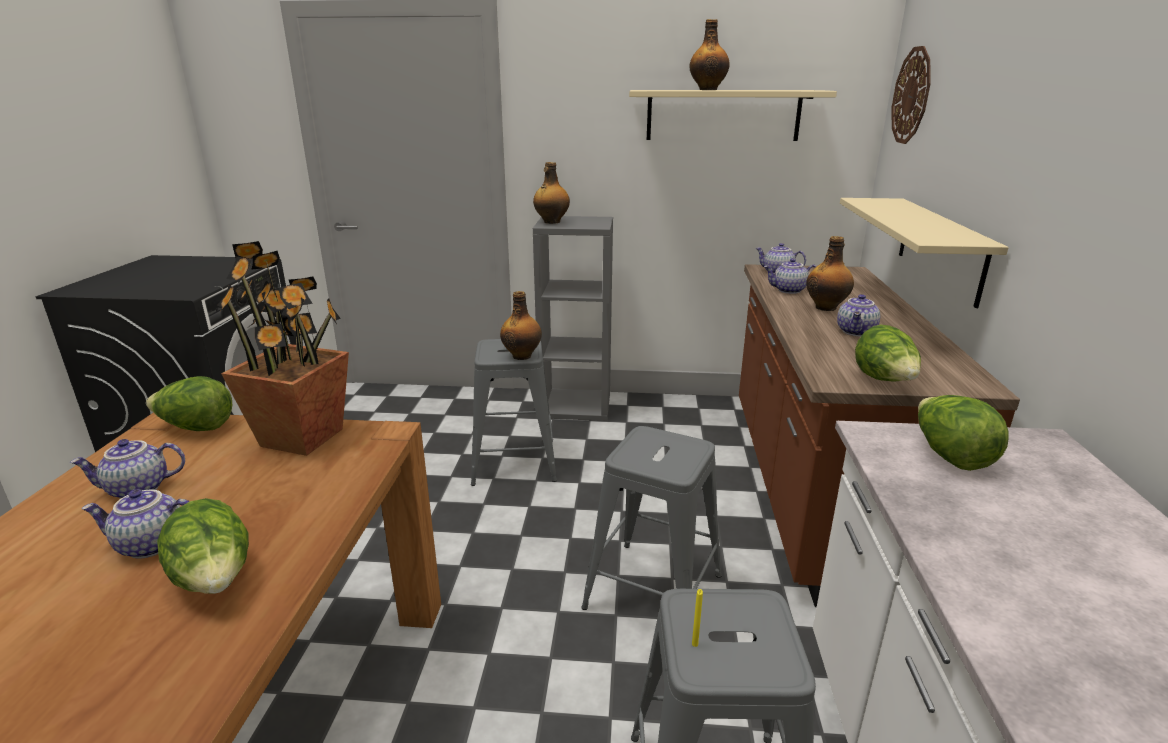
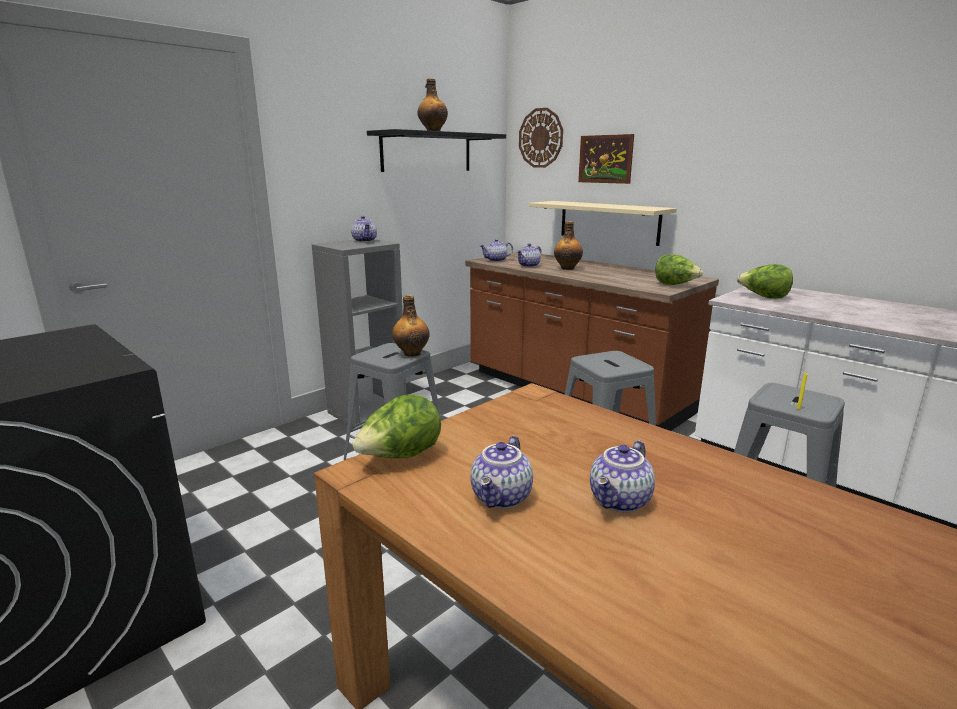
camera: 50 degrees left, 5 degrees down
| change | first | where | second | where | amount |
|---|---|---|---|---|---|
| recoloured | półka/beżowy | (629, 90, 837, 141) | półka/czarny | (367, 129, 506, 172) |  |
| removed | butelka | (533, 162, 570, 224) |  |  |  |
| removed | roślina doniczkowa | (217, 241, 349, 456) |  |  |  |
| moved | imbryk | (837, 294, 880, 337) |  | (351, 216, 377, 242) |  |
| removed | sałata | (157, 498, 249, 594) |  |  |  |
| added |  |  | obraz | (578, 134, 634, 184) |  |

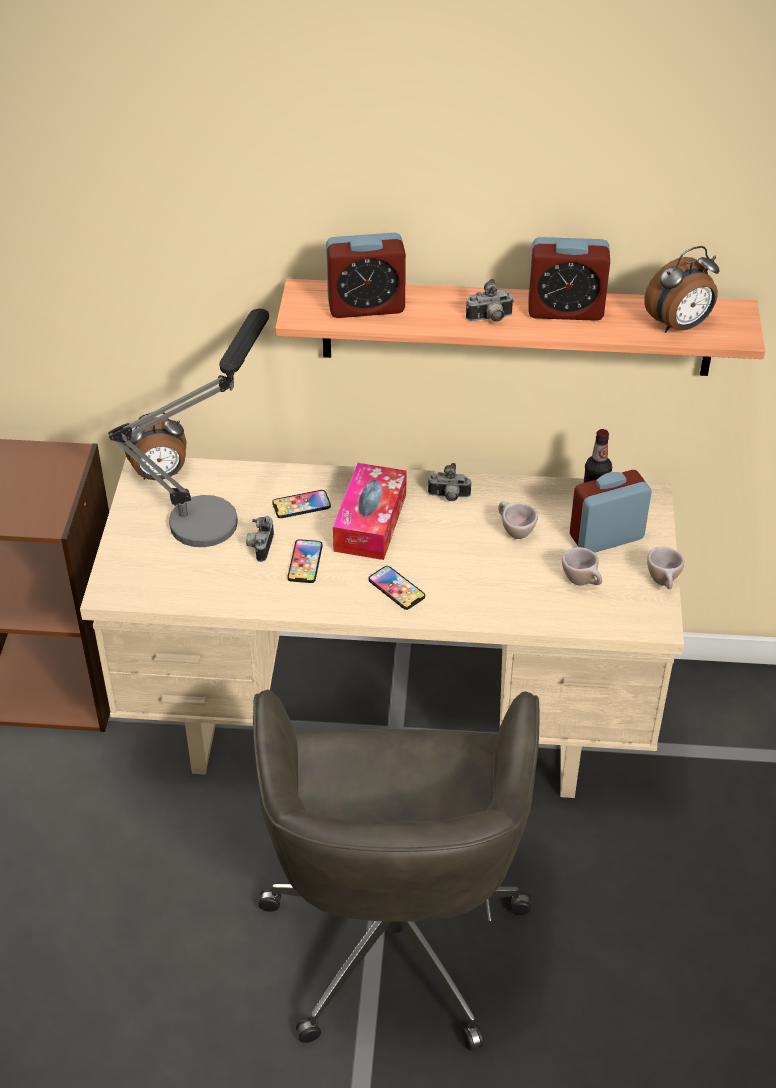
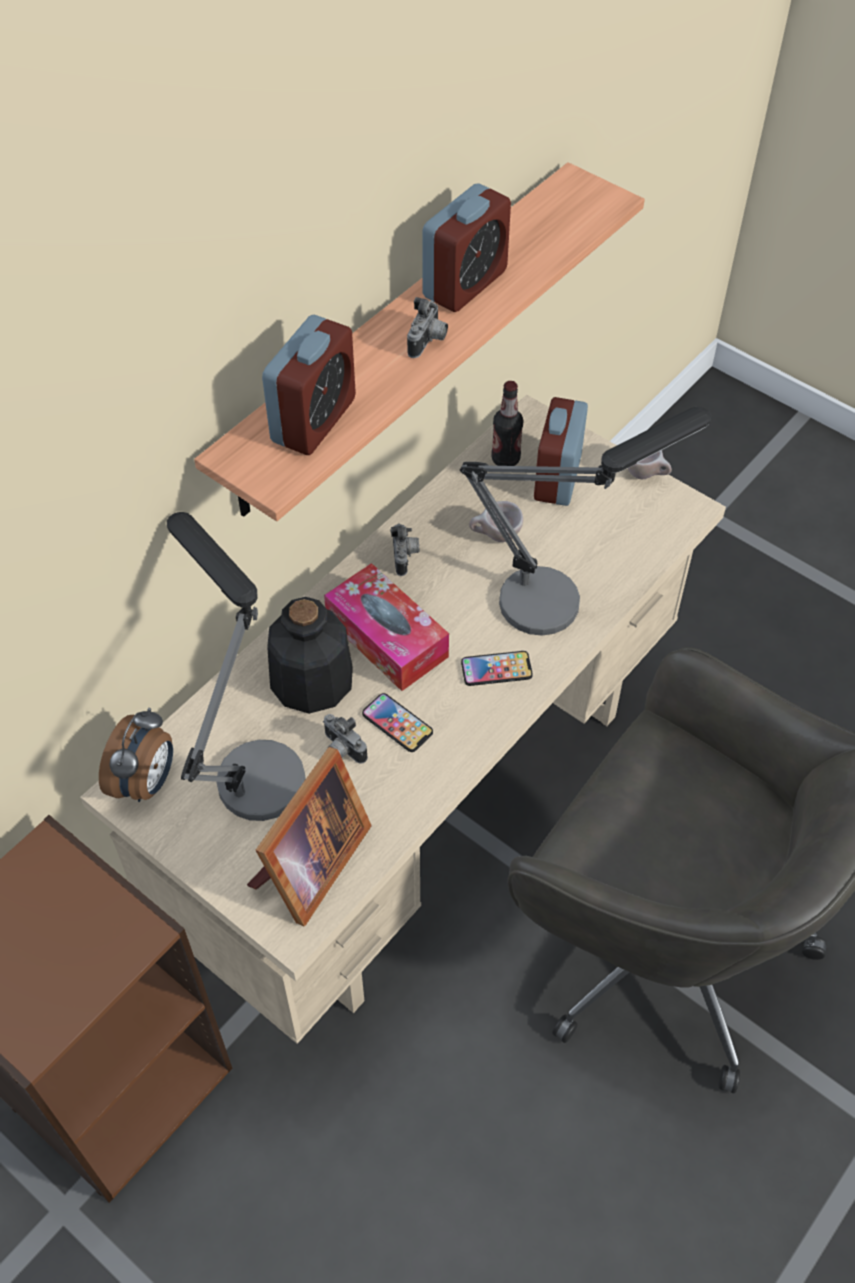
camera: 55 degrees left, 10 degrees up
| change | first | where | second | where | amount |
|---|---|---|---|---|---|
| removed | budzik | (644, 246, 720, 333) |  |  |  |
| turned | aparat fotograficzny | (428, 463, 471, 501) |  | (390, 524, 420, 576) | 45 degrees counterclockwise |
| replaced | telefon | (272, 490, 331, 518) | butelka | (267, 597, 353, 714) |  |
| removed | filiżanka/beżowy | (562, 547, 602, 586) |  |  |  |
| added |  |  | lampa stołowa | (460, 407, 712, 636) |  |
| added |  |  | ramka na zdjęcie | (247, 747, 372, 927) |  |

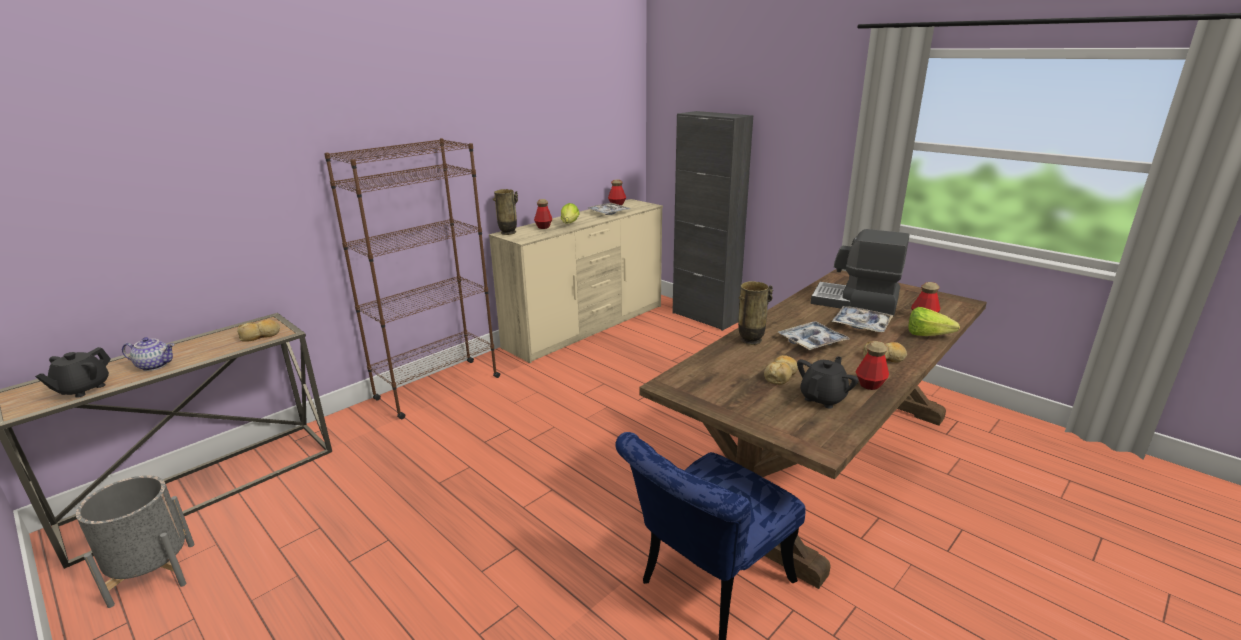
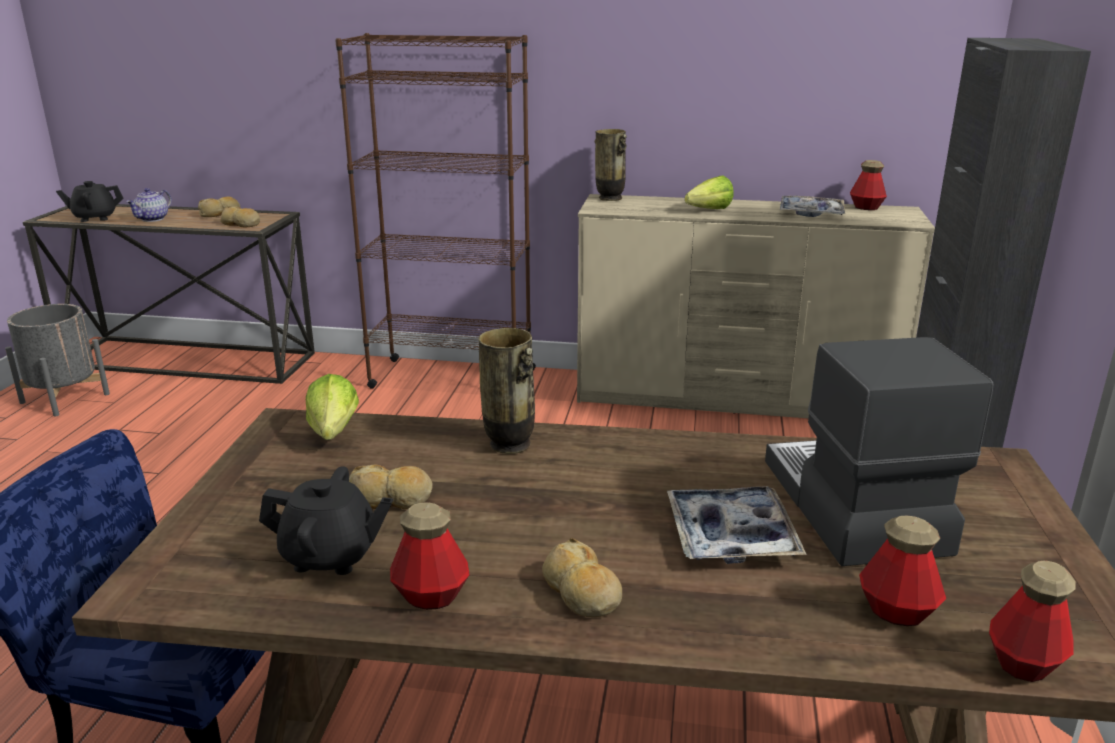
camera: 55 degrees right, 0 degrees up
| change | first | where | second | where | amount |
|---|---|---|---|---|---|
| moved | butelka | (534, 199, 552, 229) |  | (989, 560, 1076, 682) |  |
| moved | sałata | (908, 307, 960, 336) |  | (306, 374, 359, 440) |  |
| removed | taca | (778, 321, 849, 350) |  |  |  |
| turned | imbryk | (122, 337, 175, 371) |  | (126, 188, 172, 222) | 60 degrees clockwise |
| added |  |  | chleb | (198, 196, 240, 217) |  |

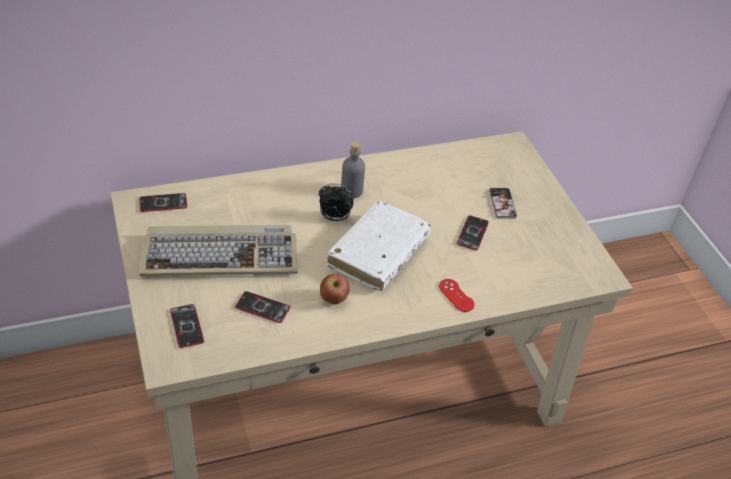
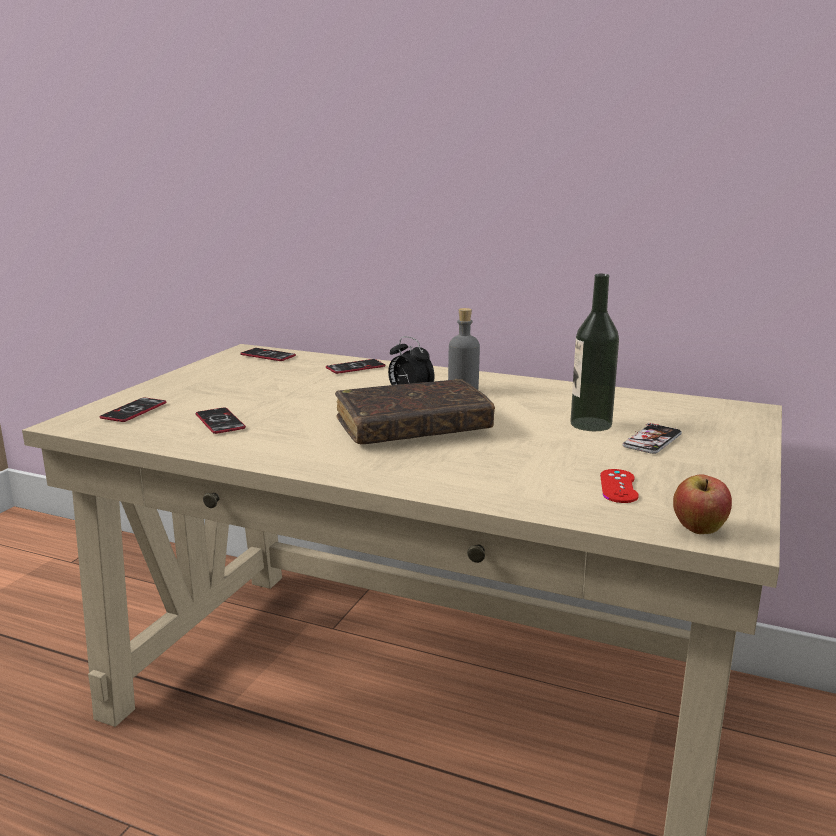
camera: 45 degrees right, 25 degrees down
| change | first | where | second | where | amount |
|---|---|---|---|---|---|
| recoloured | książka/biały | (327, 201, 431, 291) | książka/brązowy | (335, 379, 495, 444) |  |
| moved | telefon | (457, 215, 489, 250) |  | (326, 359, 386, 374) |  |
| removed | klawiatura | (139, 225, 298, 277) |  |  |  |
| moved | jabłko | (320, 274, 350, 304) |  | (673, 474, 732, 534) |  |
| moved | pad do gier/czerwony | (439, 279, 475, 312) |  | (600, 469, 639, 503) |  |
| added |  |  | butelka | (570, 274, 619, 431) |  |

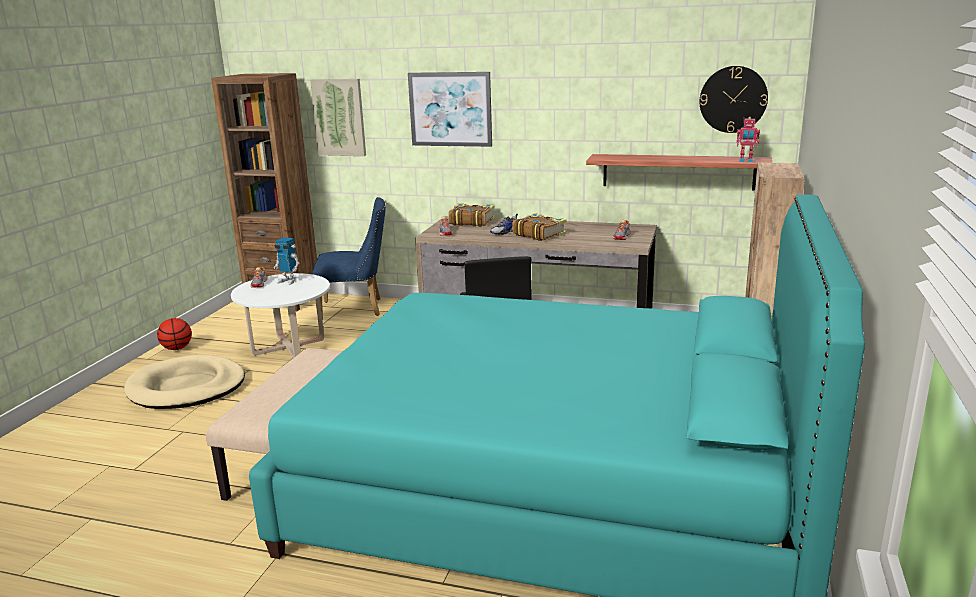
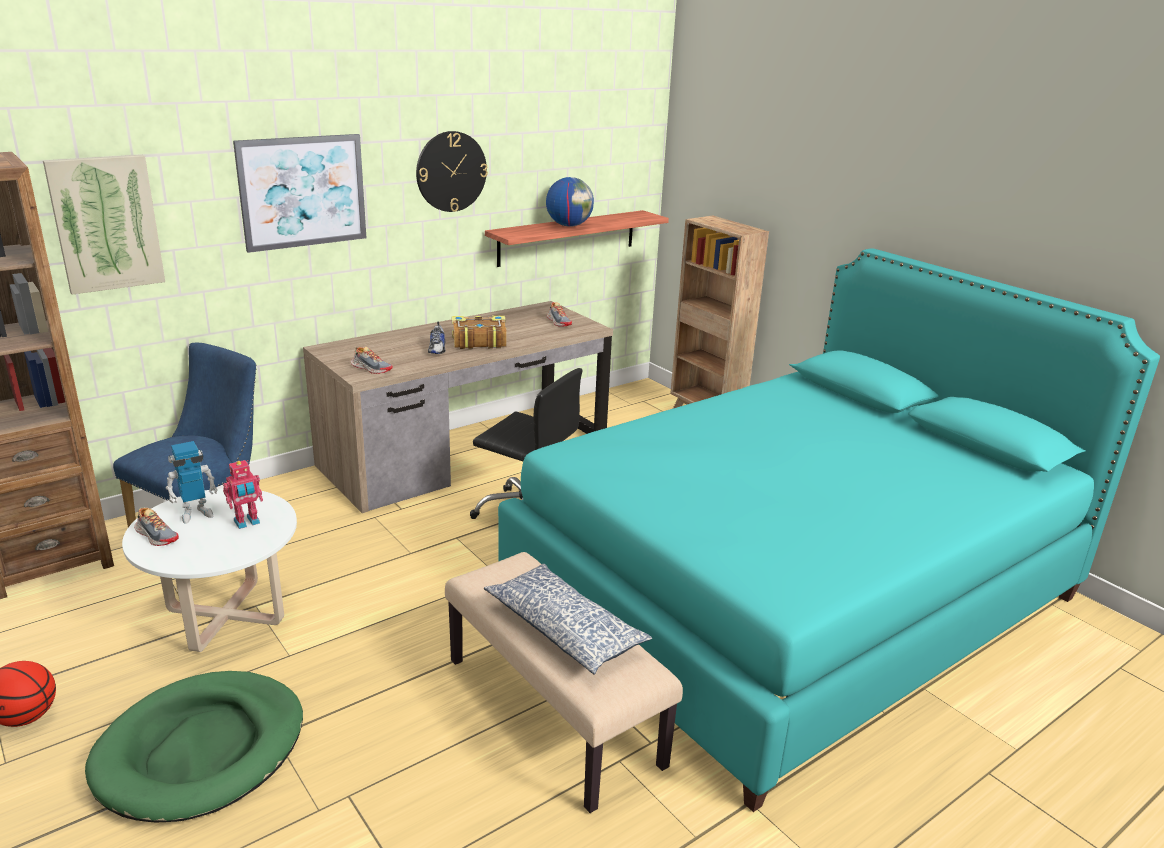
camera: 55 degrees left, 5 degrees up
| change | first | where | second | where | amount |
|---|---|---|---|---|---|
| moved | zegar ścienny | (700, 66, 768, 133) |  | (416, 131, 488, 212) |  |
| moved | robot zabawkowy | (736, 117, 760, 162) |  | (223, 460, 263, 529) |  |
| removed | książka | (448, 204, 495, 226) |  |  |  |
| recoloured | legowisko/beżowy | (124, 355, 245, 409) | legowisko/zielony | (85, 671, 303, 823) |  |
| added |  |  | globus | (546, 177, 594, 227) |  |
| added |  |  | poduszka | (484, 564, 652, 675) |  |

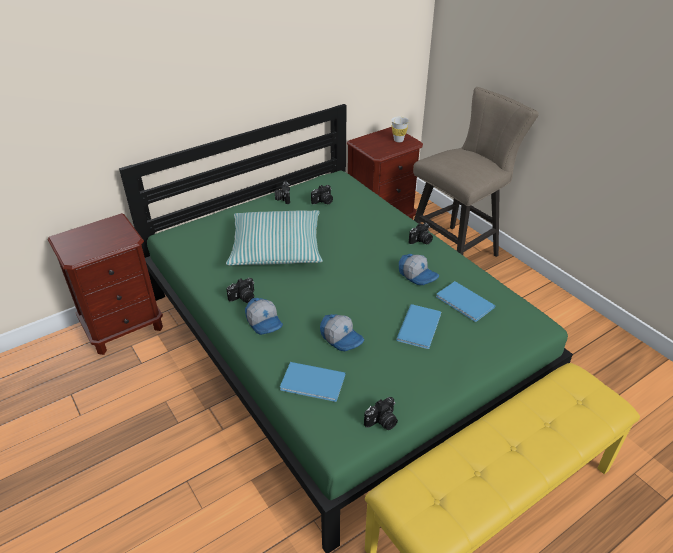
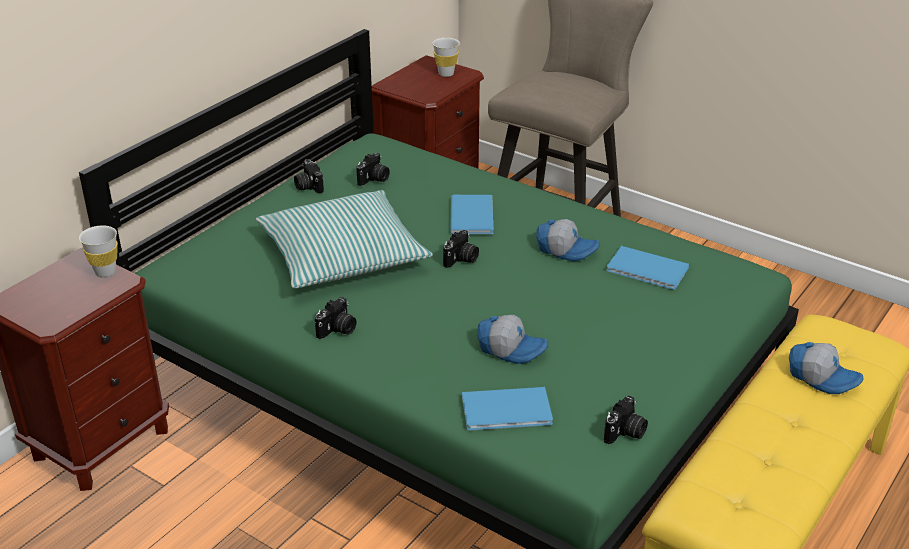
camera: 20 degrees left, 5 degrees down
| change | first | where | second | where | amount |
|---|---|---|---|---|---|
| moved | aparat fotograficzny | (409, 223, 433, 245) |  | (443, 230, 479, 268) |  |
| moved | czapka z daszkiem | (245, 298, 283, 335) |  | (789, 342, 864, 394) |  |
| moved | książka/niebieski | (396, 304, 441, 349) |  | (450, 195, 493, 234) |  |
| added |  |  | filiżanka/biały | (79, 225, 118, 278) |  |

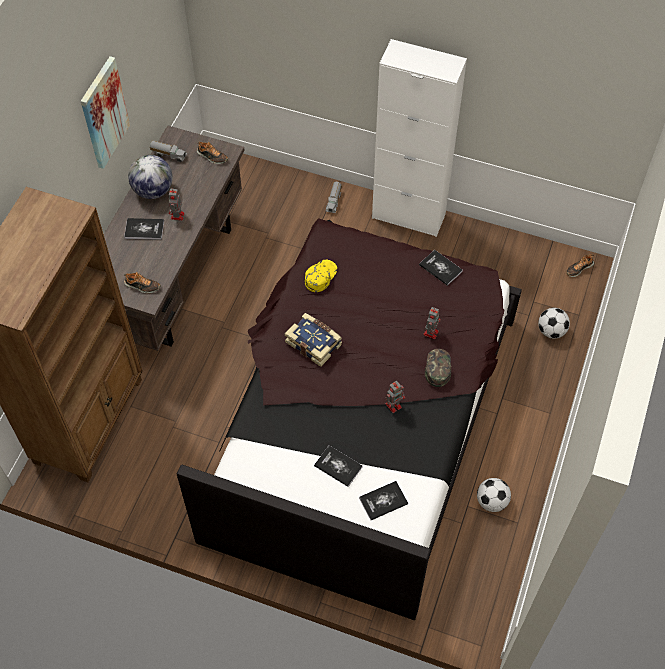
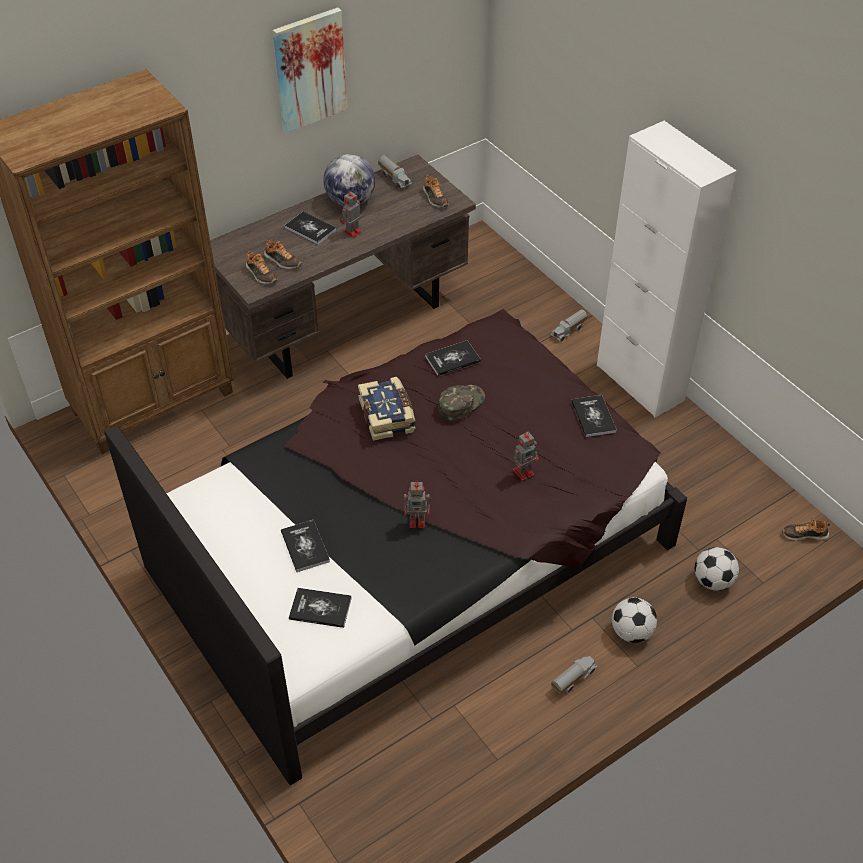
camera: 35 degrees right, 10 degrees down
| change | first | where | second | where | amount |
|---|---|---|---|---|---|
| replaced | czapka z daszkiem/żółty | (305, 260, 337, 292) | książka | (425, 340, 481, 376) |  |
| moved | czapka z daszkiem/zielony | (425, 349, 451, 387) |  | (438, 385, 485, 421) |  |
| moved | piłka futbolowa | (477, 478, 511, 512) |  | (612, 598, 657, 643) |  |
| added |  |  | but | (264, 240, 302, 269) |  |
| added |  |  | ciężarówka zabawkowa | (551, 656, 598, 694) |  |

